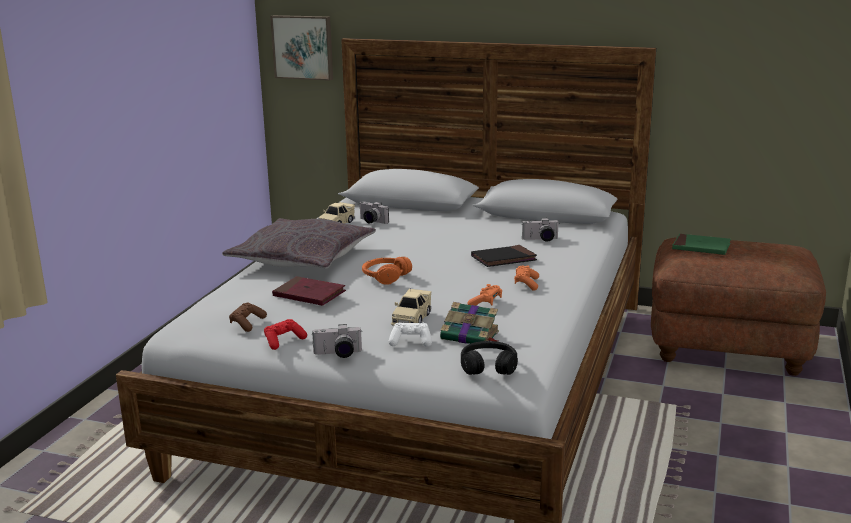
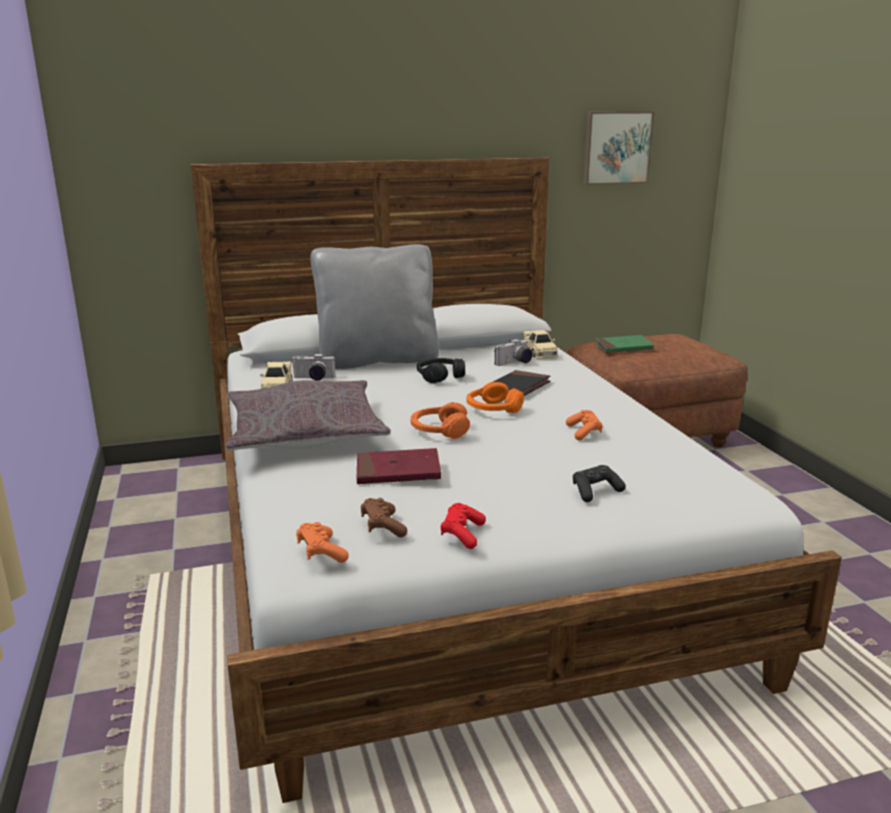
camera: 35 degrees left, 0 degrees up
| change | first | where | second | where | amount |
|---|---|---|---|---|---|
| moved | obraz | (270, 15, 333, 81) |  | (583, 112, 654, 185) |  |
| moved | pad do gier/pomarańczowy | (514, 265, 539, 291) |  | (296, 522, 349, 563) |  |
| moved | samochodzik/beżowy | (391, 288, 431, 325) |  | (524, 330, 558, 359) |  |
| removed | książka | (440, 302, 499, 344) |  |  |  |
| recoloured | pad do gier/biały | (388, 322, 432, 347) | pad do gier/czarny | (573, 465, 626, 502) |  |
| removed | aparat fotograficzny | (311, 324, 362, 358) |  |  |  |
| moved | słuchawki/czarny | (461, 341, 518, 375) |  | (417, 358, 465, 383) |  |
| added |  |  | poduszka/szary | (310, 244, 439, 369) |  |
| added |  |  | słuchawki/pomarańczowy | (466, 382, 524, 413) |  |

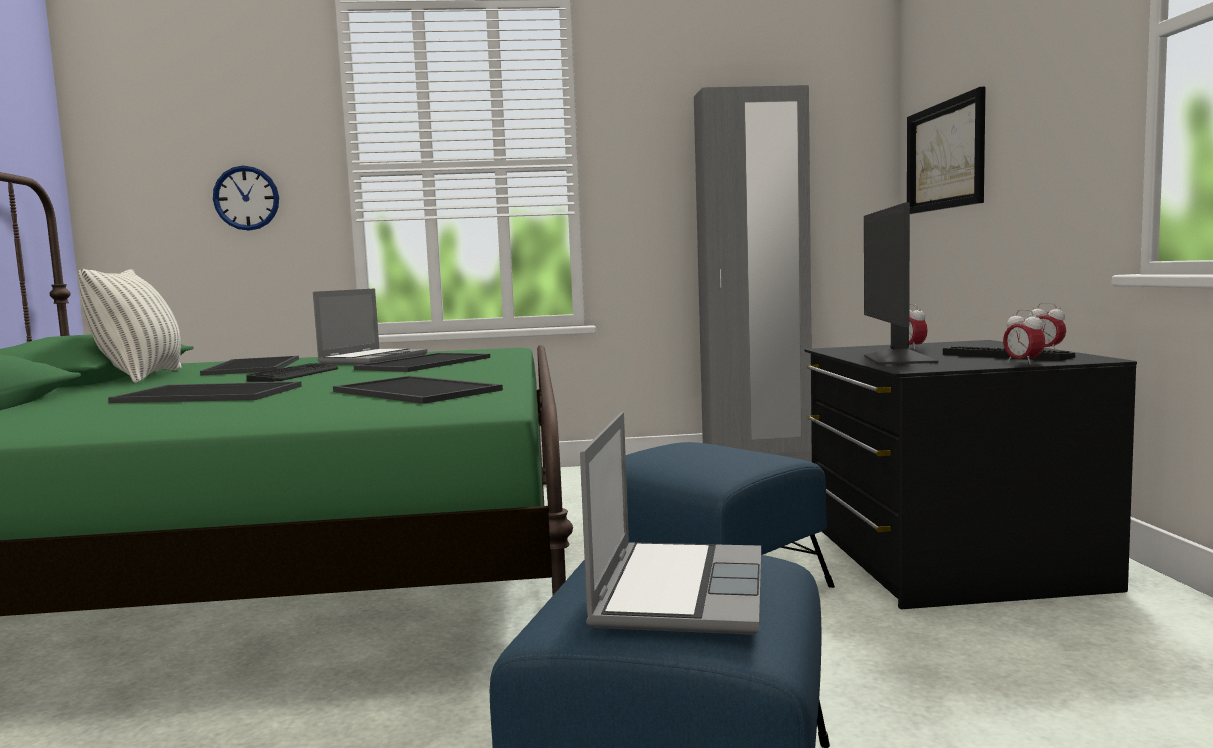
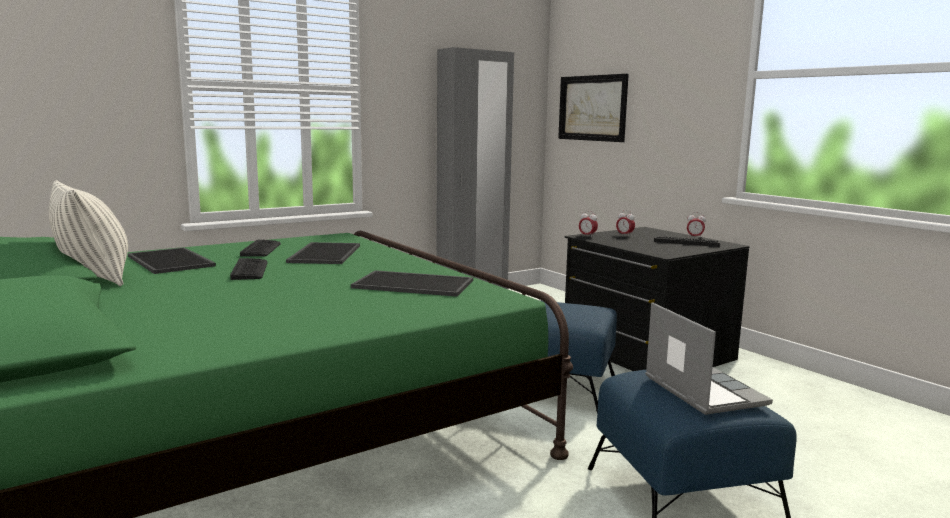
camera: 30 degrees left, 5 degrees up
| change | first | where | second | where | amount |
|---|---|---|---|---|---|
| removed | zegar ścienny | (213, 166, 279, 231) |  |  |  |
| removed | monitor | (864, 202, 938, 365) |  |  |  |
| replaced | laptop | (313, 288, 427, 365) | klawiatura | (240, 240, 281, 257) |  |
| moved | budzik | (1003, 309, 1045, 364) |  | (579, 211, 598, 237) |  |
| removed | taca | (108, 381, 302, 403) |  |  |  |

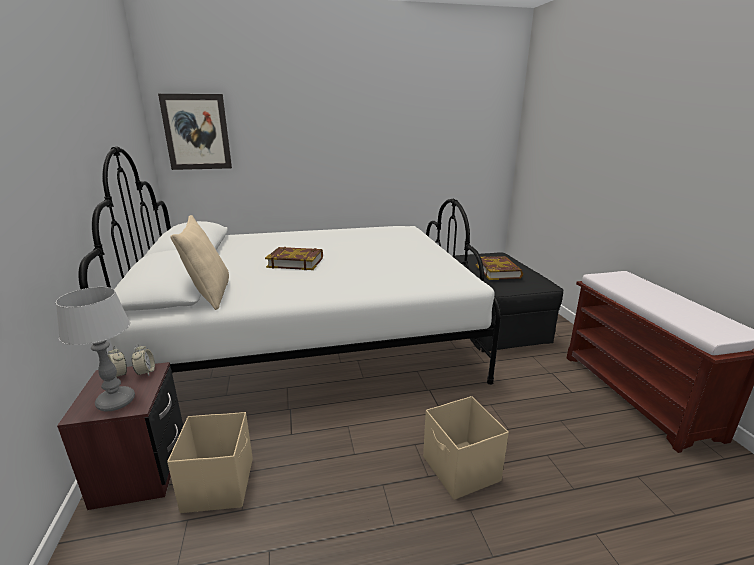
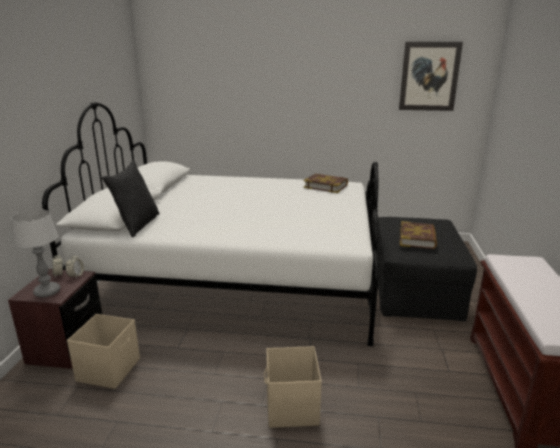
camera: 20 degrees right, 0 degrees up
| change | first | where | second | where | amount |
|---|---|---|---|---|---|
| moved | obraz | (158, 94, 232, 170) |  | (399, 42, 463, 111) |  |
| recoloured | poduszka/beżowy | (170, 215, 229, 310) | poduszka/czarny | (102, 160, 159, 237) |  |
| moved | książka | (265, 247, 323, 270) |  | (304, 174, 348, 193) |  |

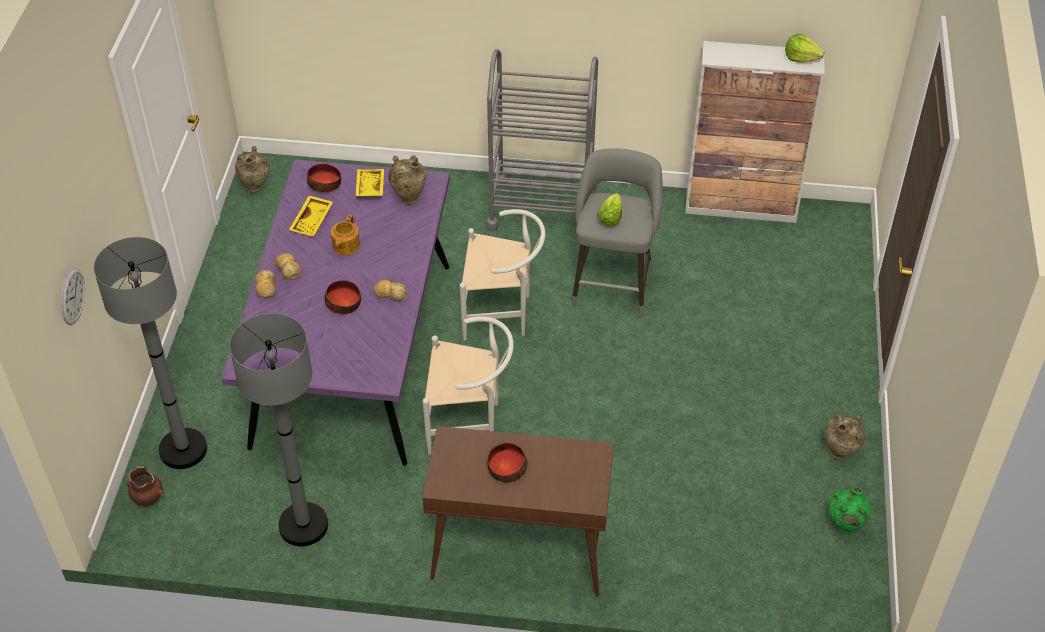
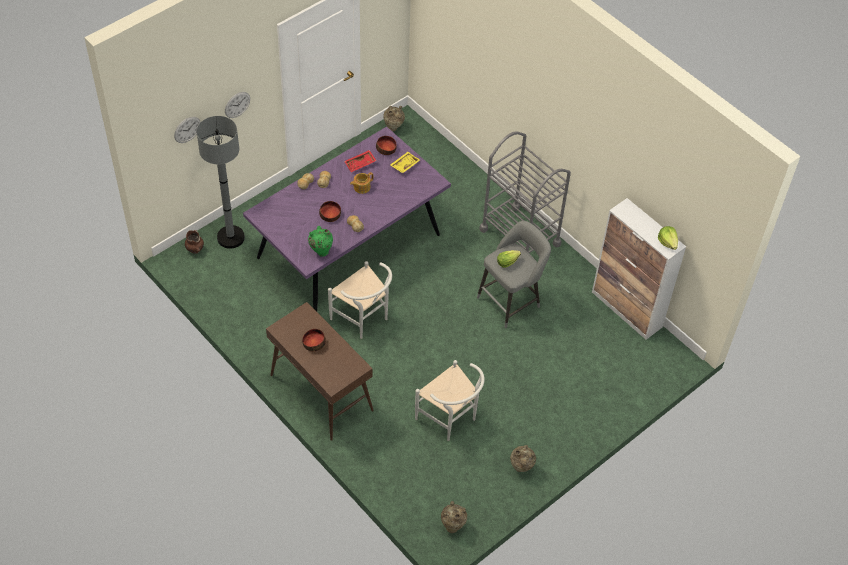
camera: 40 degrees right, 5 degrees up
| change | first | where | second | where | amount |
|---|---|---|---|---|---|
| moved | wazon/beżowy | (388, 155, 427, 205) |  | (441, 501, 467, 533) |  |
| recoloured | taca/żółty | (289, 196, 333, 236) | taca/czerwony | (344, 150, 376, 172) |  |
| moved | krzesło/biały | (460, 209, 545, 340) |  | (415, 360, 485, 441) |  |
| removed | lampa stojąca/szary | (229, 313, 328, 547) |  |  |  |
| moved | wazon/zielony | (829, 487, 872, 534) |  | (308, 226, 333, 257) |  |
| added |  |  | zegar ścienny | (225, 92, 250, 118) |  |

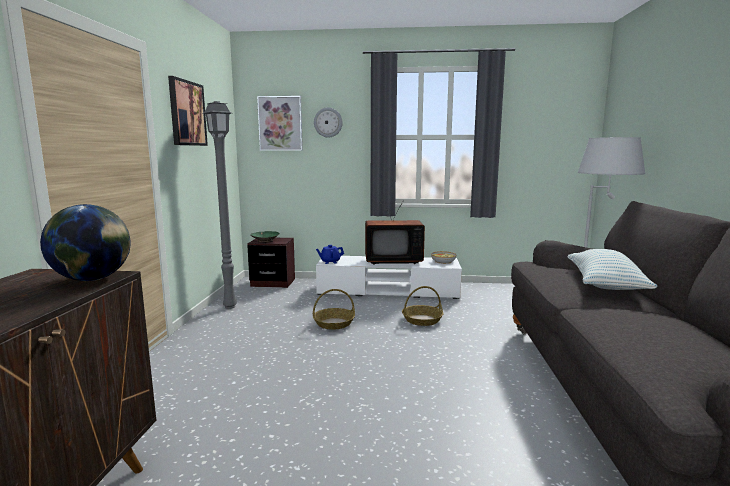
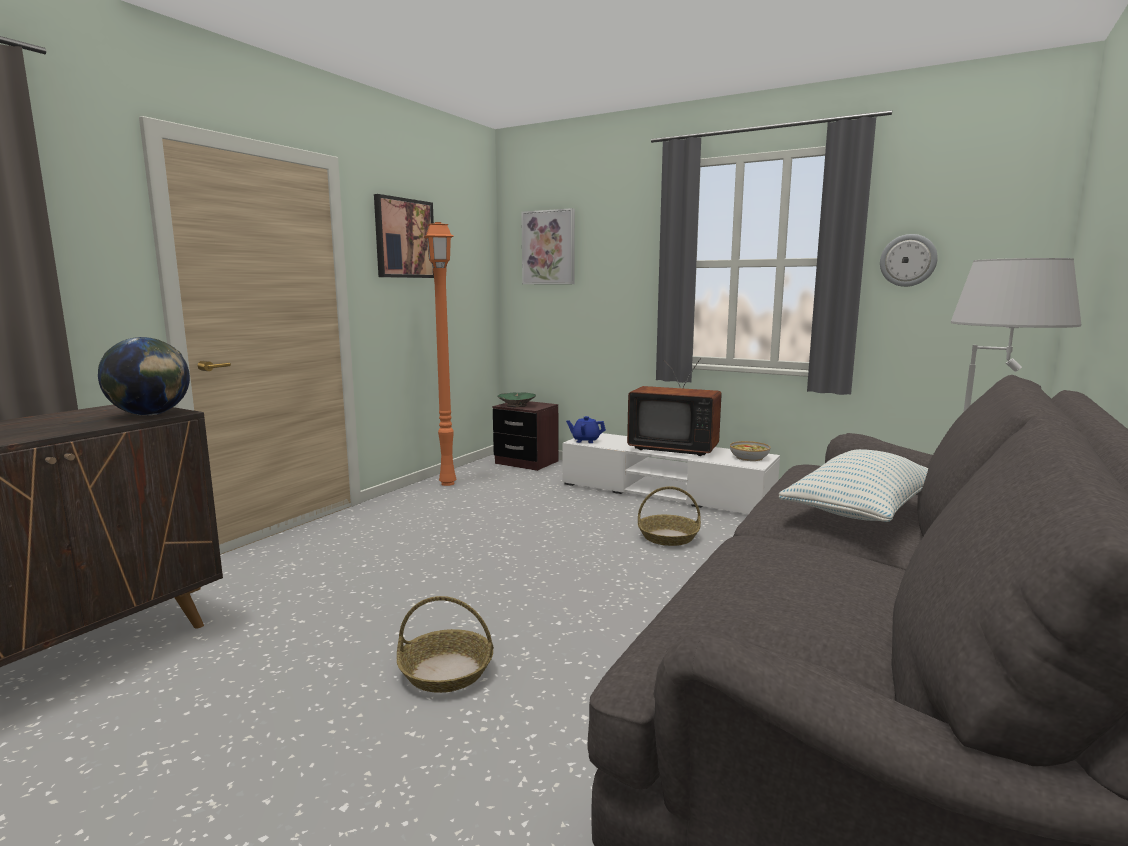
camera: 25 degrees right, 0 degrees up
| change | first | where | second | where | amount |
|---|---|---|---|---|---|
| recoloured | lampa stojąca/szary | (203, 101, 237, 309) | lampa stojąca/pomarańczowy | (423, 222, 456, 486) |  |
| moved | zegar ścienny | (314, 107, 343, 138) |  | (880, 234, 938, 287) |  |
| moved | koszyk | (313, 289, 355, 330) |  | (397, 596, 494, 693) |  |

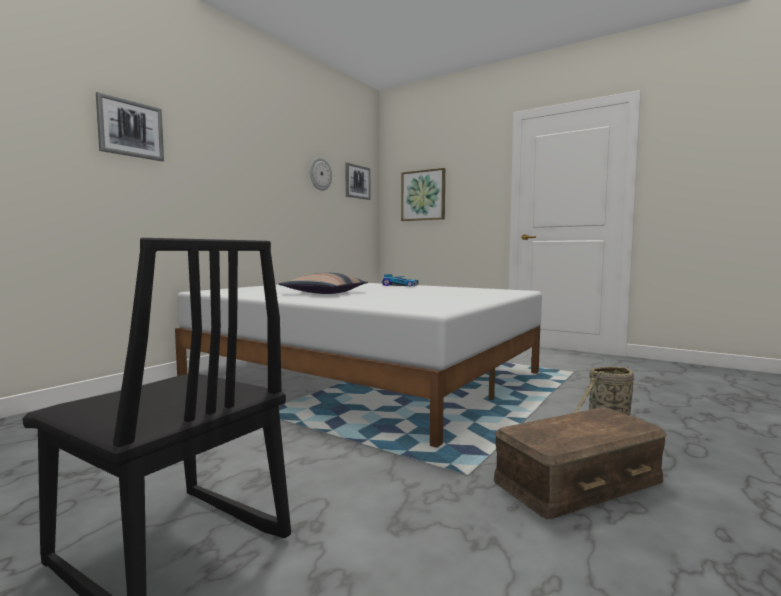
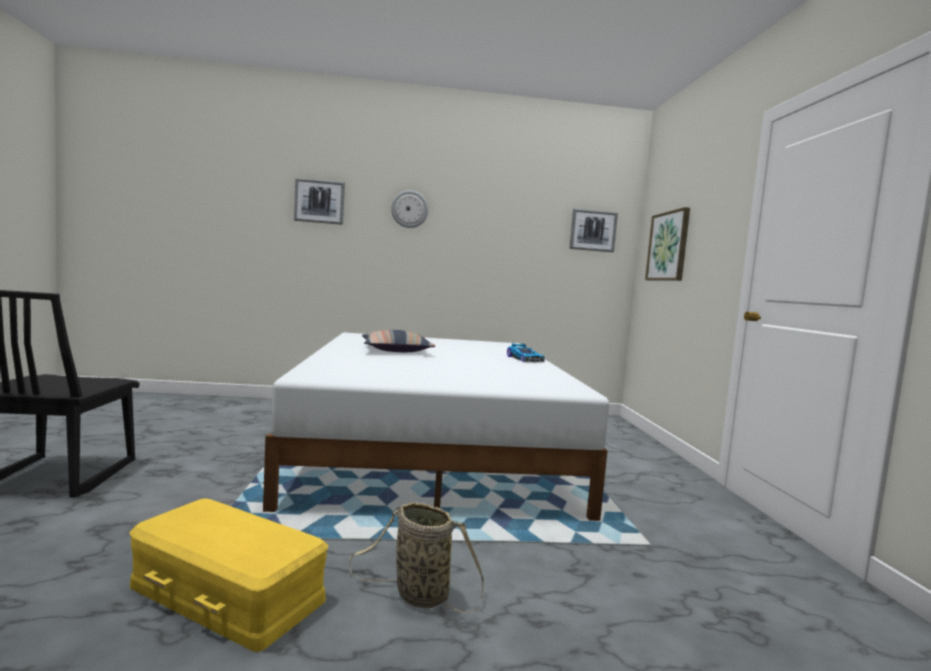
camera: 50 degrees right, 0 degrees up
| change | first | where | second | where | amount |
|---|---|---|---|---|---|
| moved | zegar ścienny | (310, 157, 332, 191) |  | (391, 190, 428, 228) |  |
| recoloured | pojemnik do przechowywania/brązowy | (494, 408, 667, 519) | pojemnik do przechowywania/żółty | (129, 499, 329, 652) |  |

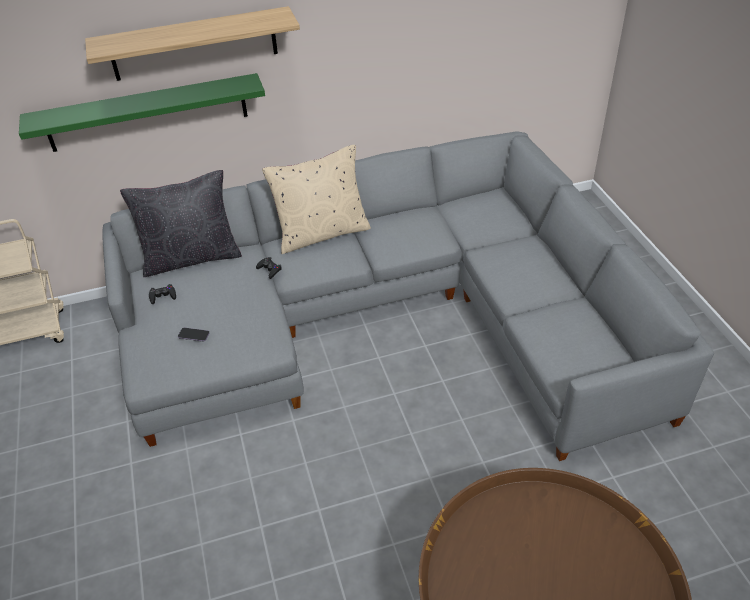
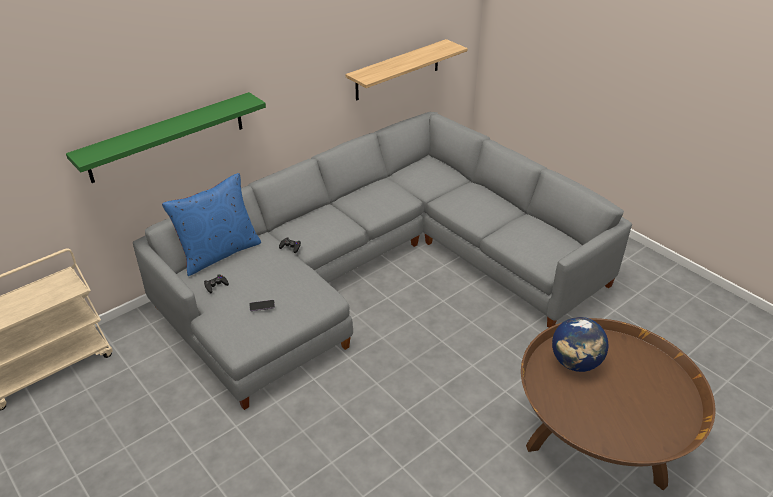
camera: 25 degrees left, 5 degrees down
| change | first | where | second | where | amount |
|---|---|---|---|---|---|
| moved | półka | (85, 6, 300, 81) |  | (346, 39, 467, 101) |  |
| removed | poduszka/beżowy | (262, 145, 371, 254) |  |  |  |
| recoloured | poduszka/czarny | (120, 170, 242, 277) | poduszka/niebieski | (162, 173, 261, 276) |  |
| added |  |  | globus | (552, 317, 609, 372) |  |

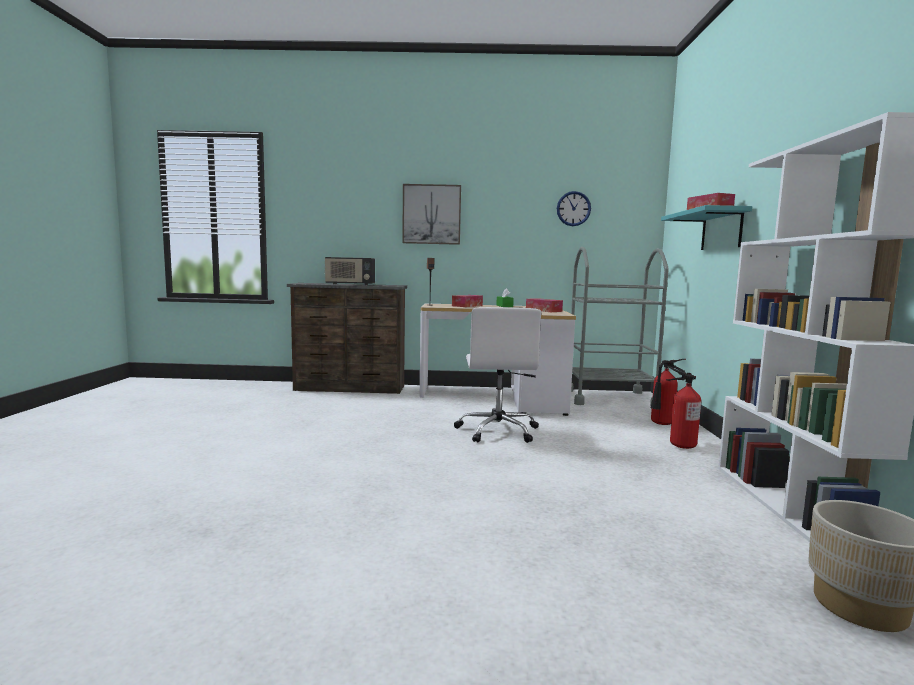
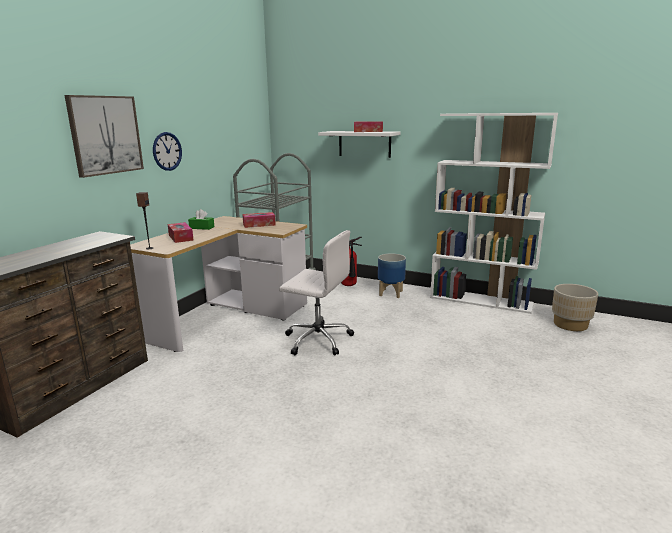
camera: 65 degrees left, 10 degrees up
| change | first | where | second | where | amount |
|---|---|---|---|---|---|
| moved | zegar ścienny | (557, 191, 591, 226) |  | (153, 132, 182, 171) |  |
| recoloured | półka/turkusowy | (661, 205, 752, 250) | półka/biały | (318, 131, 400, 158) |  |
| removed | radio | (324, 257, 375, 285) |  |  |  |
| replaced | gaśnica | (666, 366, 701, 449) | donica | (378, 253, 406, 298) |  |

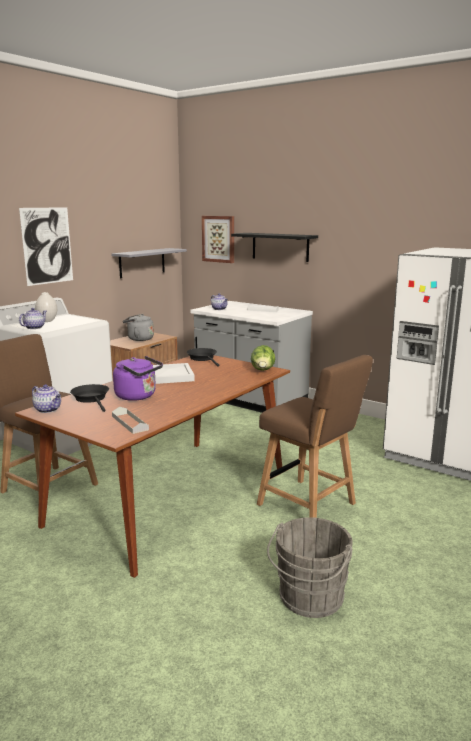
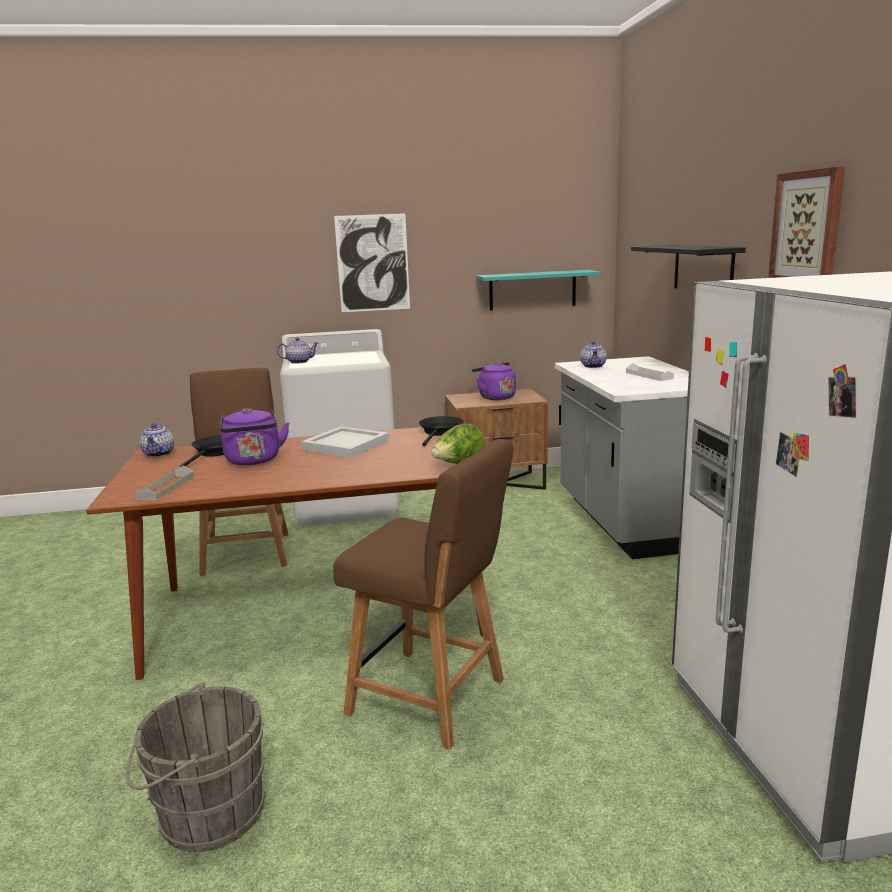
camera: 45 degrees right, 0 degrees up
| change | first | where | second | where | amount |
|---|---|---|---|---|---|
| moved | obraz | (202, 216, 234, 263) |  | (768, 167, 845, 278) |  |
| recoloured | półka/szary | (111, 248, 187, 279) | półka/turkusowy | (476, 270, 601, 311) |  |
| removed | wazon/biały | (35, 292, 57, 322) |  |  |  |
| recoloured | czajnik/szary | (123, 314, 154, 341) | czajnik/fioletowy | (472, 362, 516, 400) |  |
| turned | krzesło/brązowy | (257, 355, 373, 518) |  | (333, 439, 513, 750) | 60 degrees counterclockwise |

